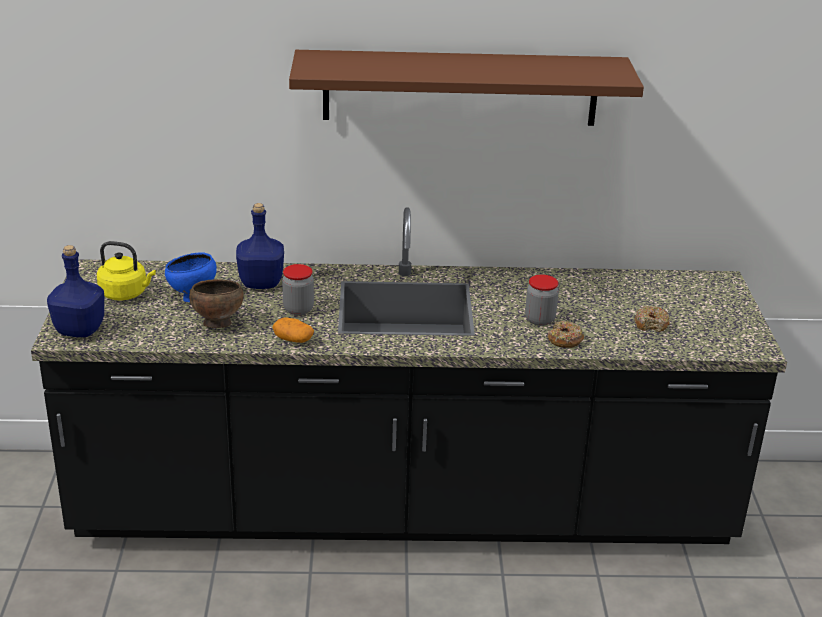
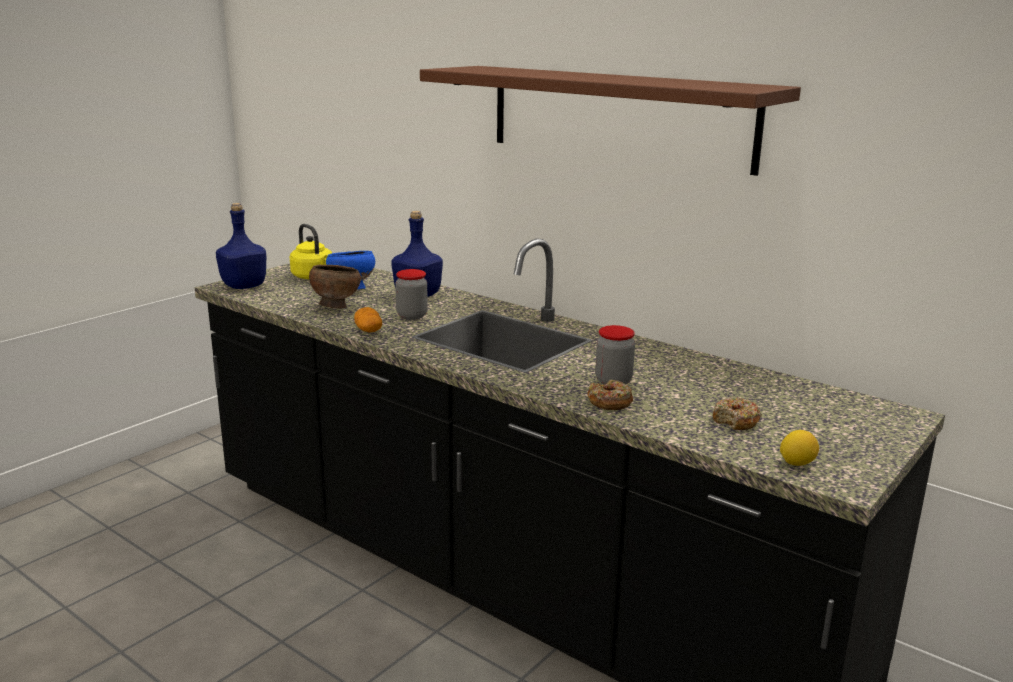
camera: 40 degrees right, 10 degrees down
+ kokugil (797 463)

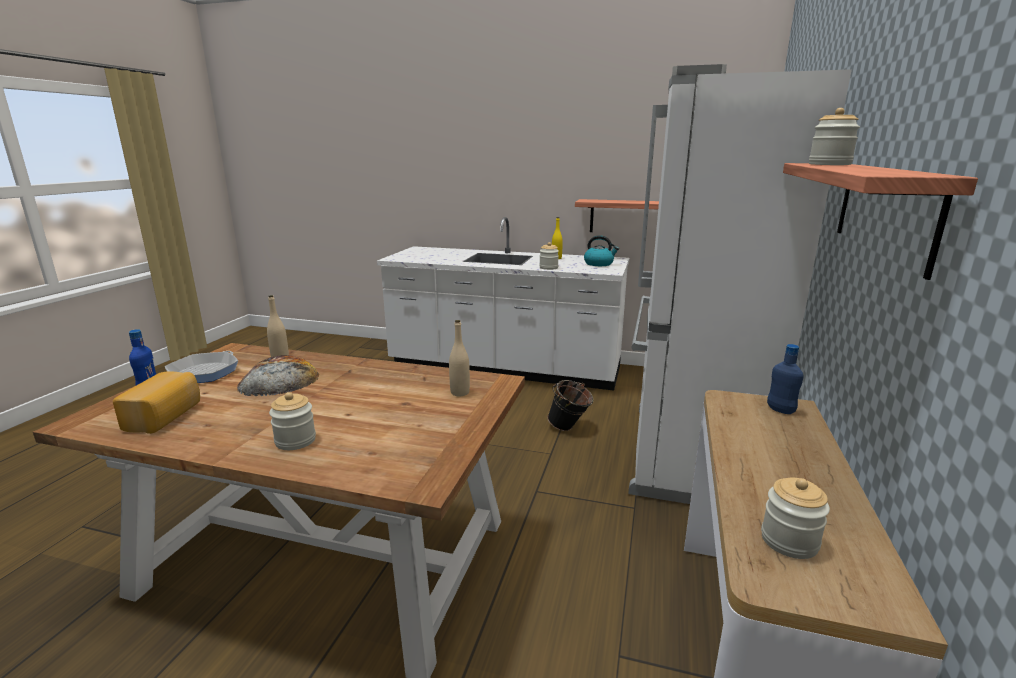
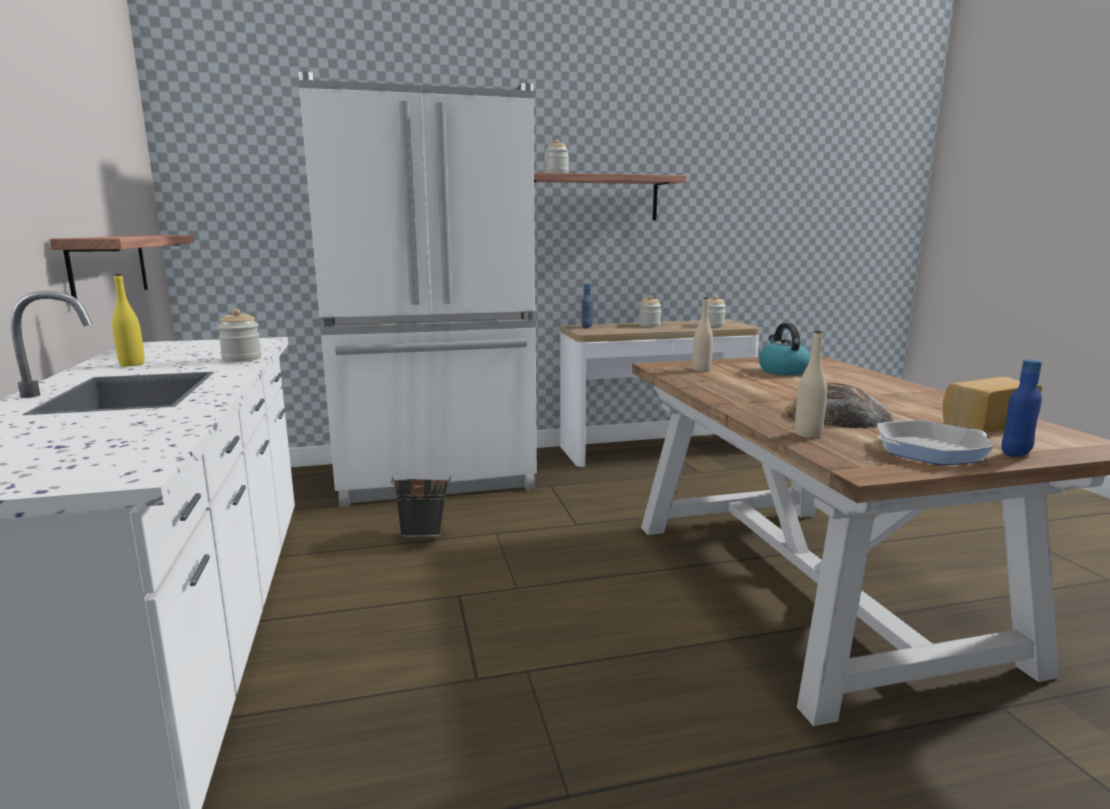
camera: 120 degrees left, 5 degrees down
~ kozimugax (295 441) to (649 325)
~ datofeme (599 264) to (783 370)

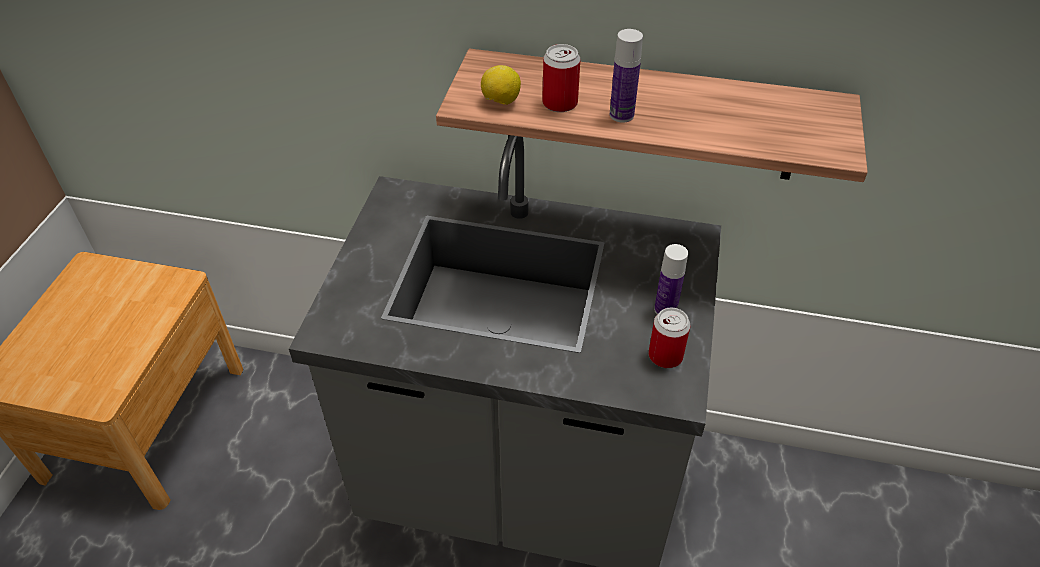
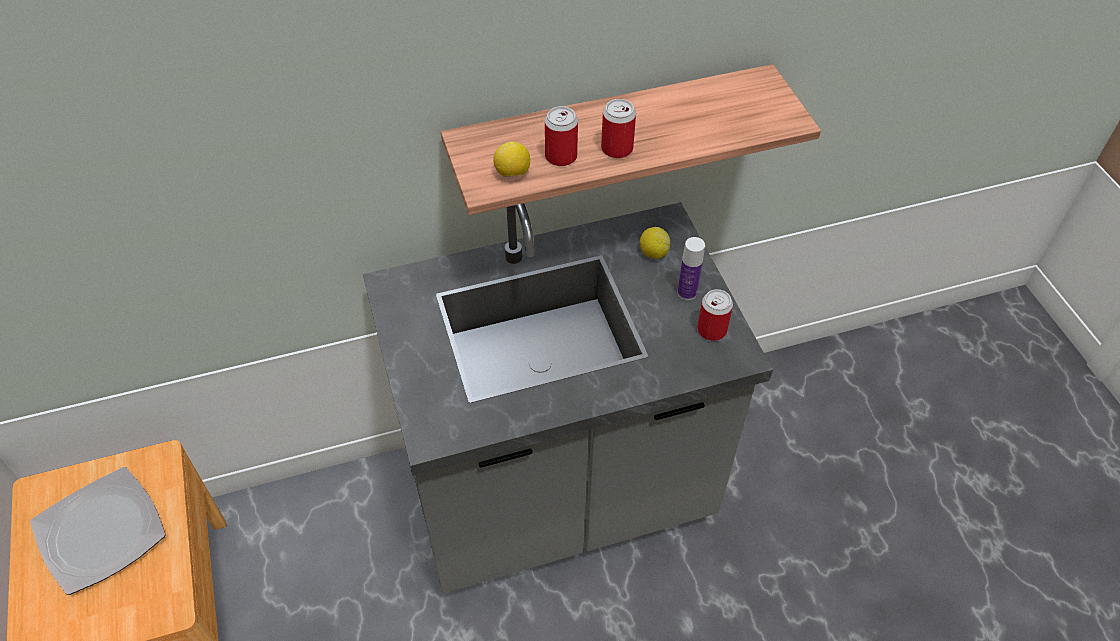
camera: 30 degrees left, 5 degrees up
+ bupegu (102 532)
~ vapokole (621 115) to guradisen (617 149)
+ kokugil (653 253)

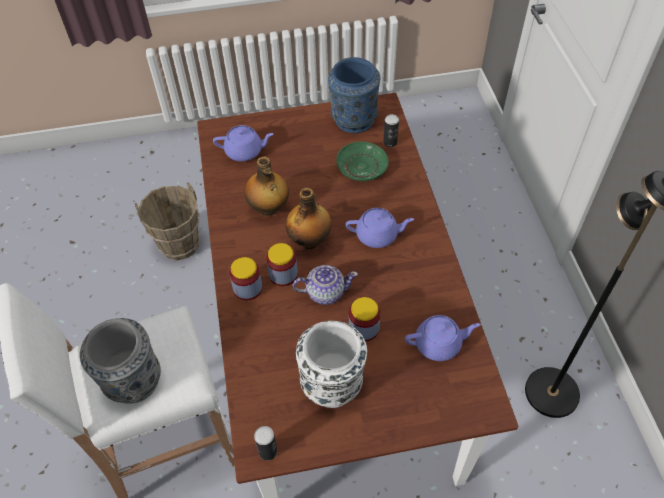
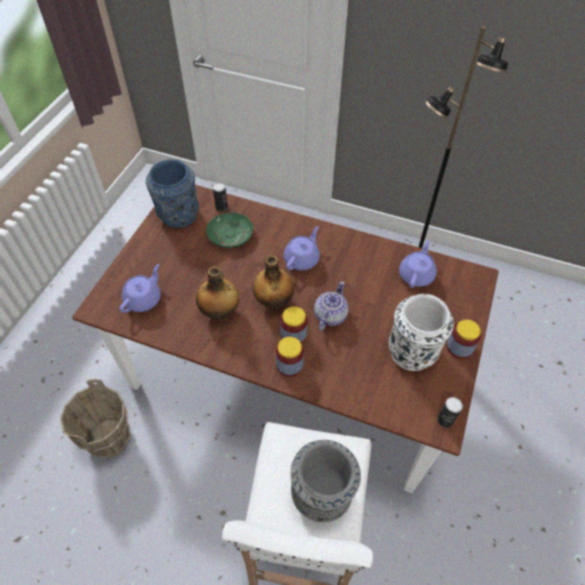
camera: 60 degrees left, 0 degrees up
~ kozimugax (363 328) to (460 347)

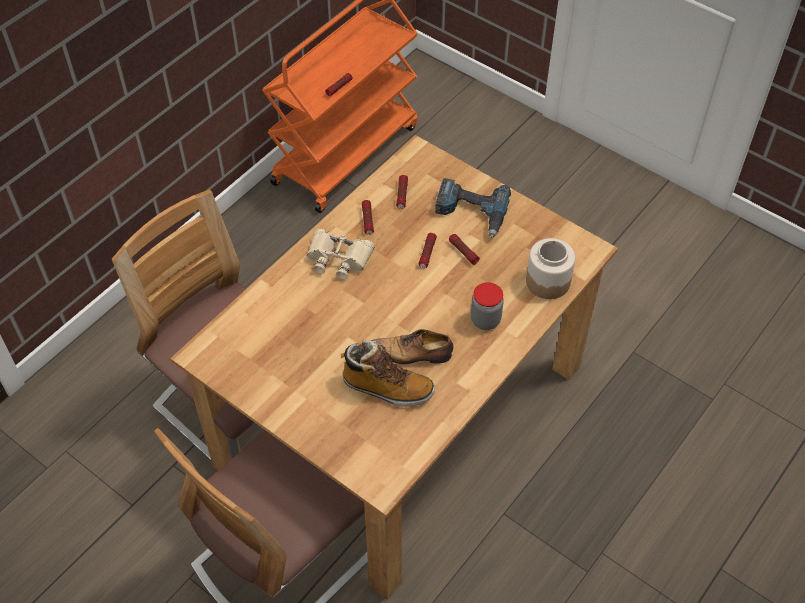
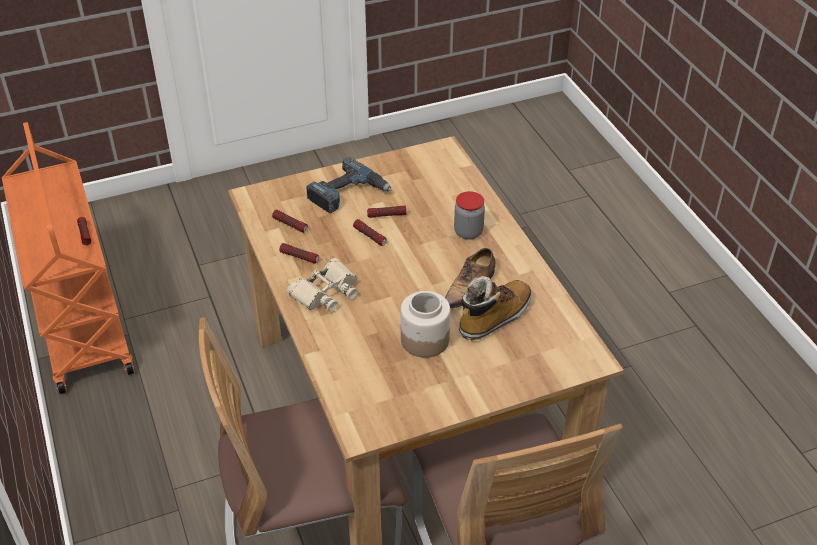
camera: 60 degrees left, 10 degrees down
~ kozimugax (548 281) to (424 339)

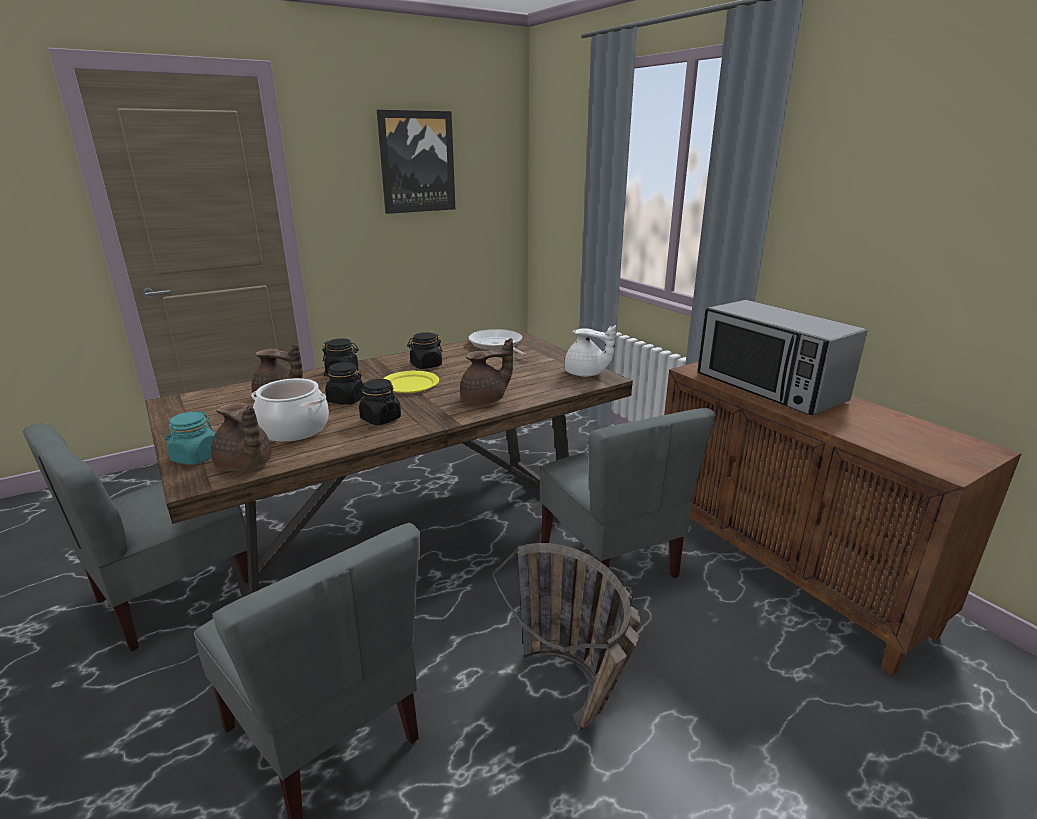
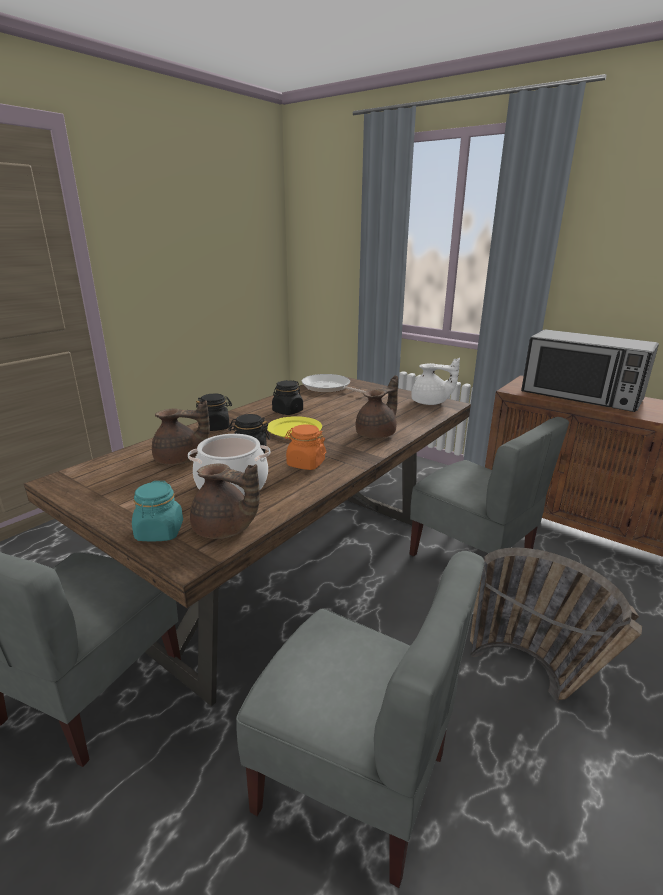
camera: 20 degrees left, 0 degrees up
~ black kozimugax (380 419) to orange kozimugax (305 464)
- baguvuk (417 162)

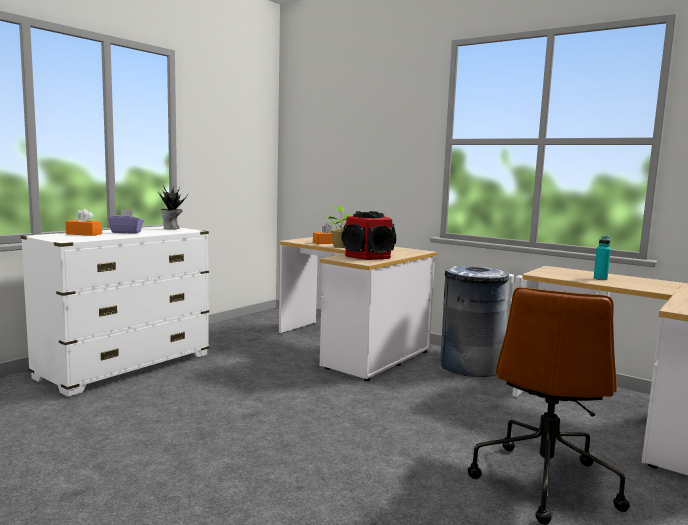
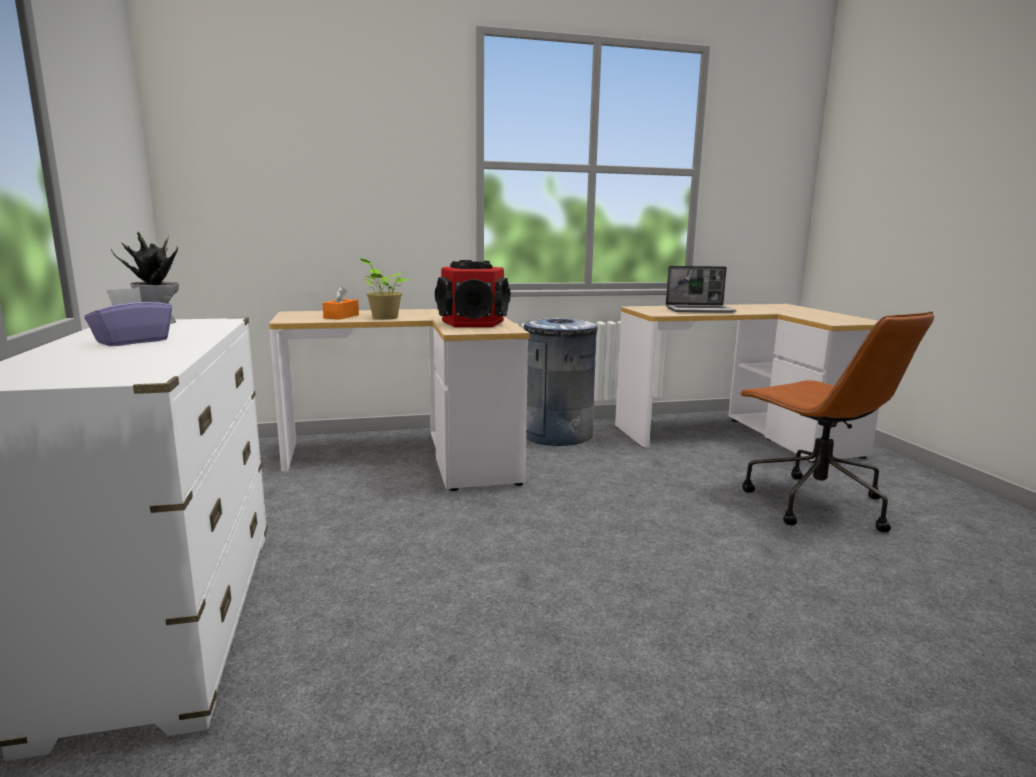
camera: 50 degrees left, 5 degrees up
~ turquoise vapokole (600 279) to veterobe (700 310)
- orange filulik (84 234)

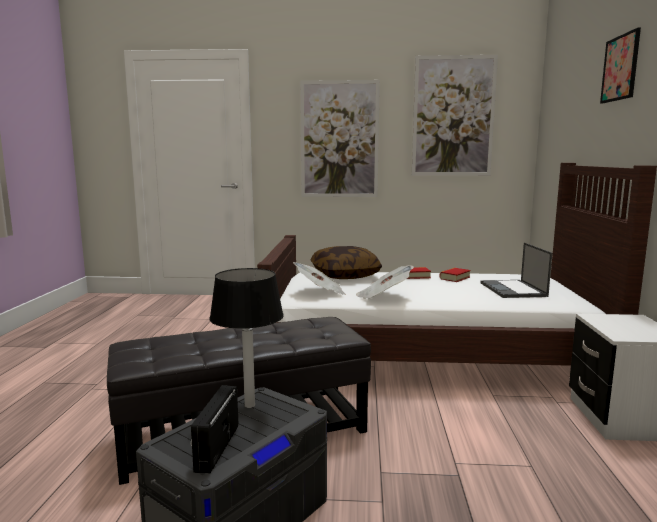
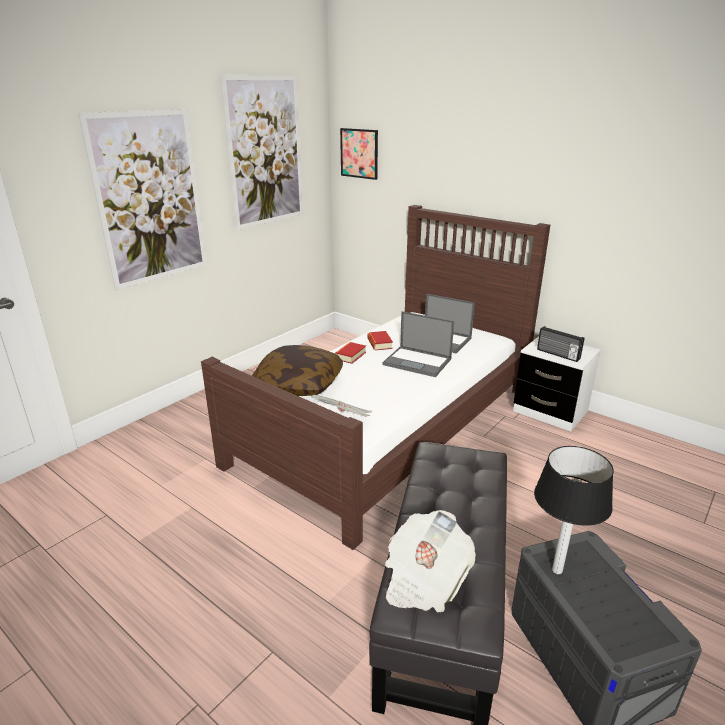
camera: 55 degrees left, 15 degrees up
~ baguvuk (620 68) to (359 153)
+ veterobe (418 362)
~ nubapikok (383 297) to (424 579)
~ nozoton (215 447) to (557 354)

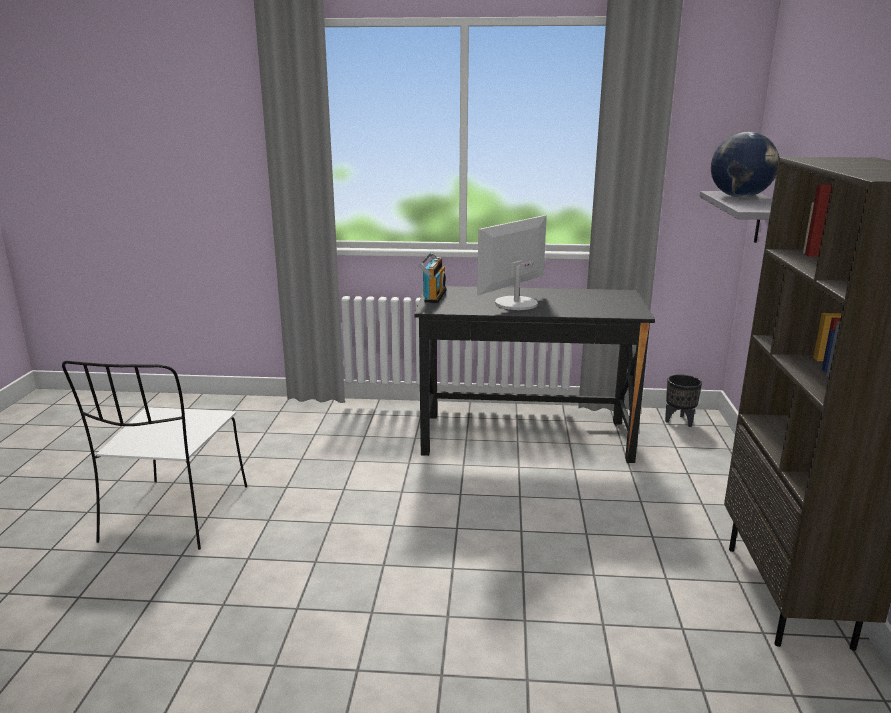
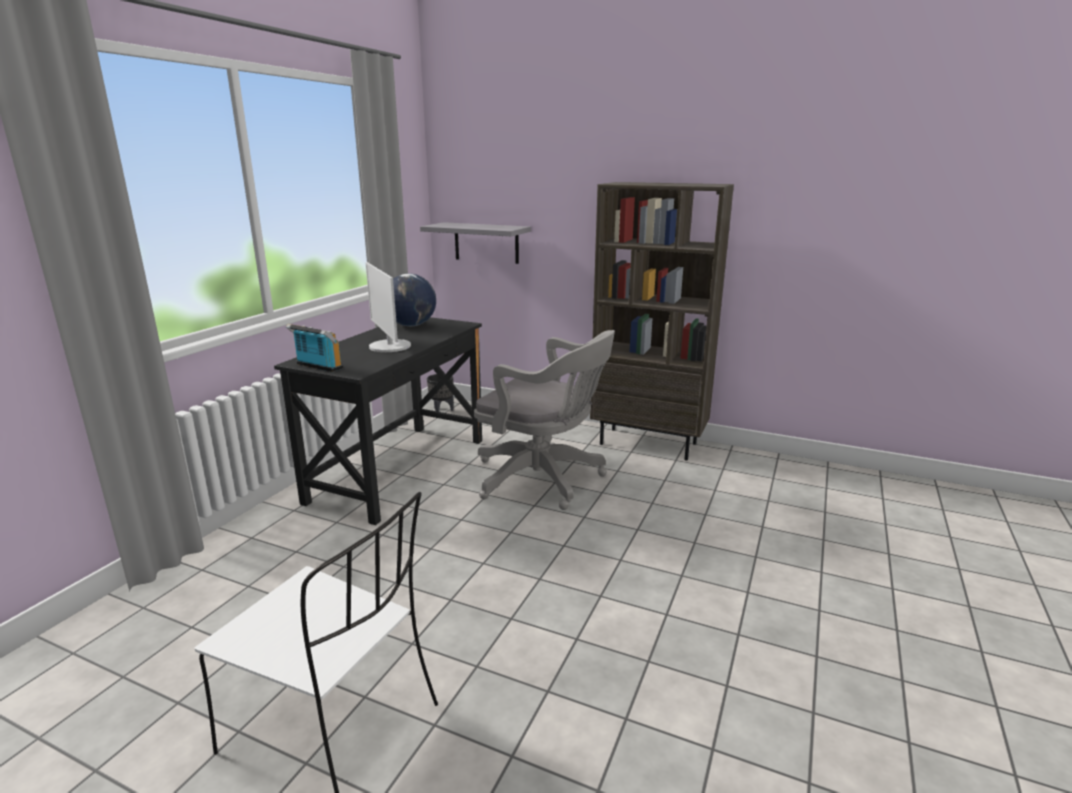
camera: 70 degrees left, 0 degrees up
~ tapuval (739 197) to (411 325)
+ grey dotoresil (544 479)

